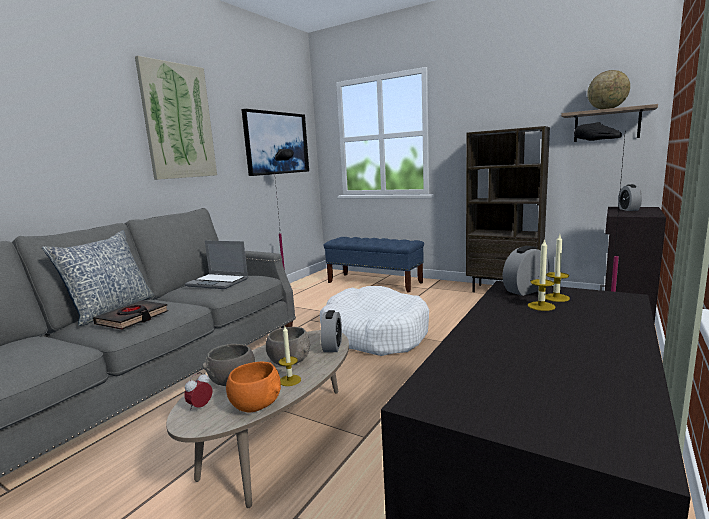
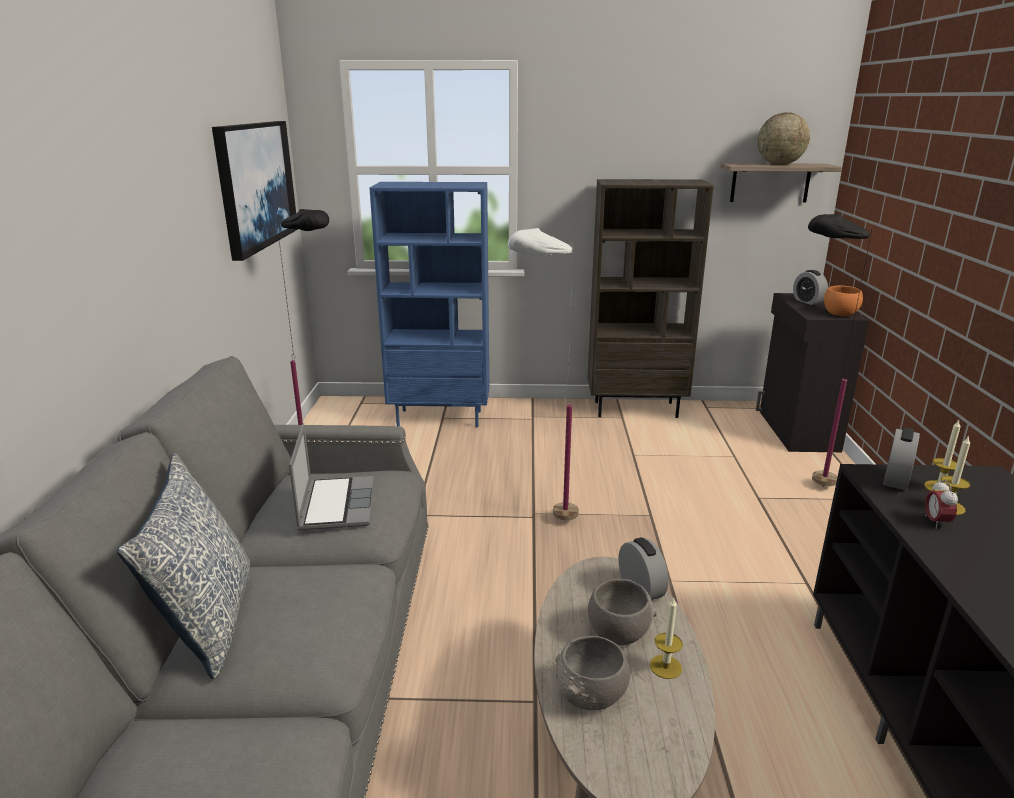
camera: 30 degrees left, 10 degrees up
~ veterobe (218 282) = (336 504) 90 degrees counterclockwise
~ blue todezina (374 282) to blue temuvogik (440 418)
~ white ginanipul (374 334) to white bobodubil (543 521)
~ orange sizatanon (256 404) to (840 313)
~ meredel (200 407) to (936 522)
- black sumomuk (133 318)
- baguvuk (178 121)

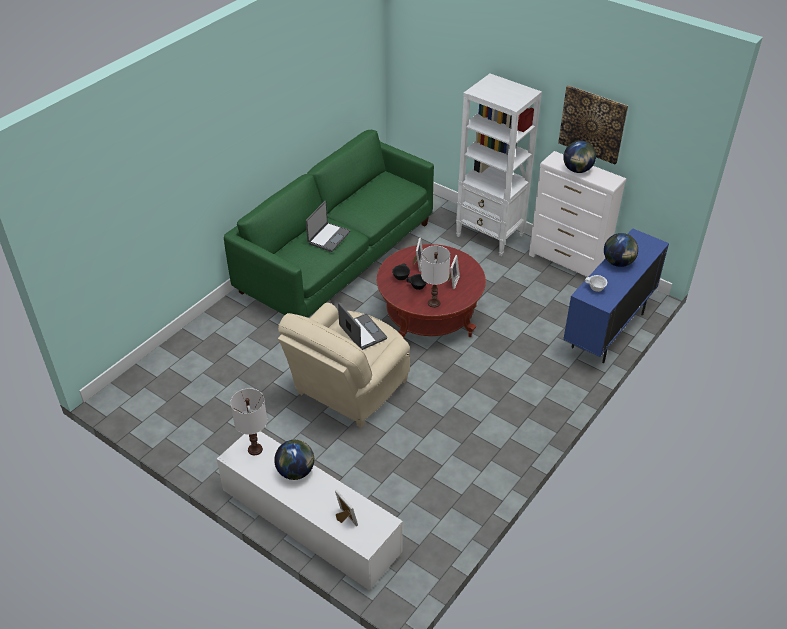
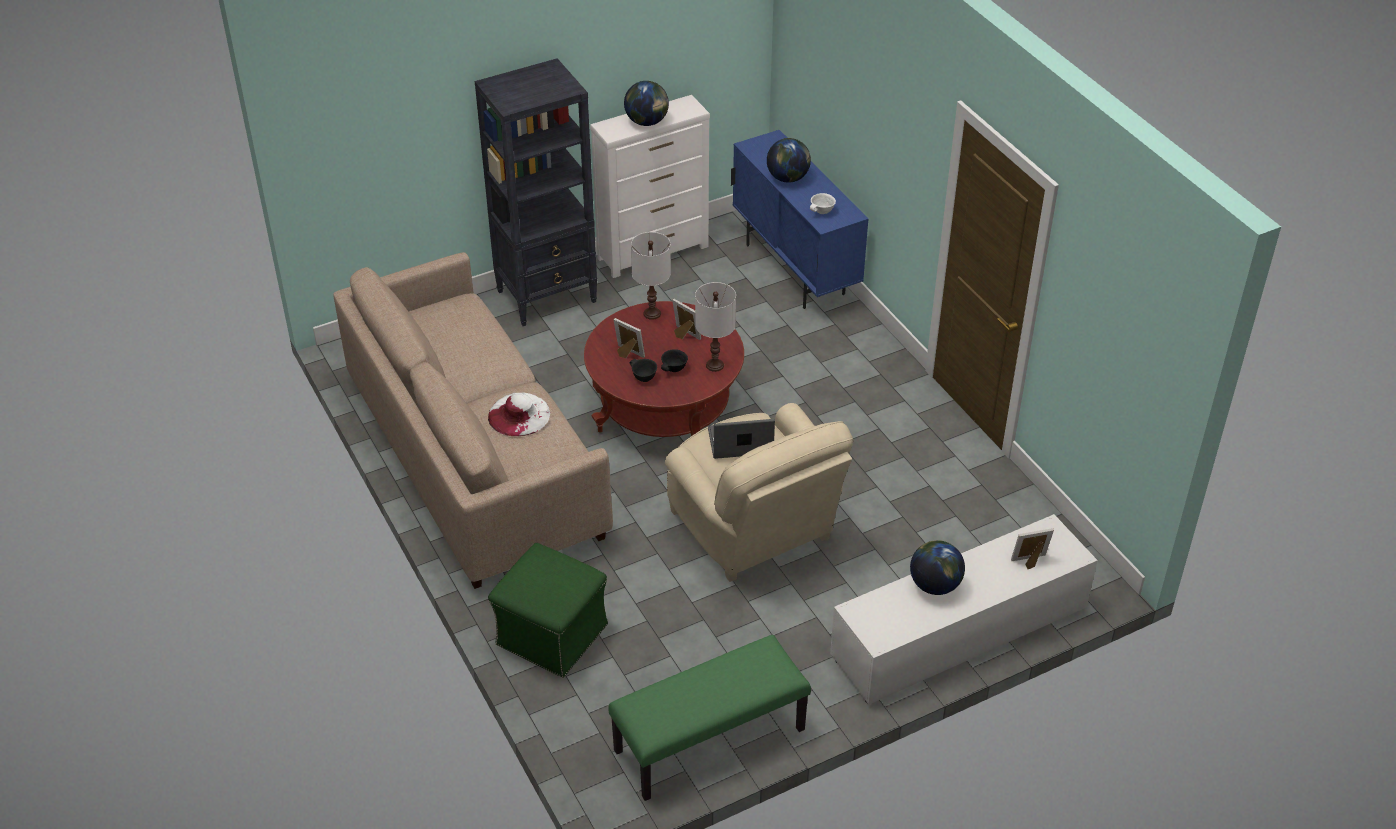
camera: 65 degrees left, 0 degrees up
~ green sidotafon (337 257) to beige sidotafon (474 458)
~ white temuvogik (490 236) to black temuvogik (548 296)
~ veterobe (328 237) to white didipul (519 414)
+ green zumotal (551 634)
+ green todezina (709 741)
~ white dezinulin (255 449) to (652 314)
- baguvuk (592 124)

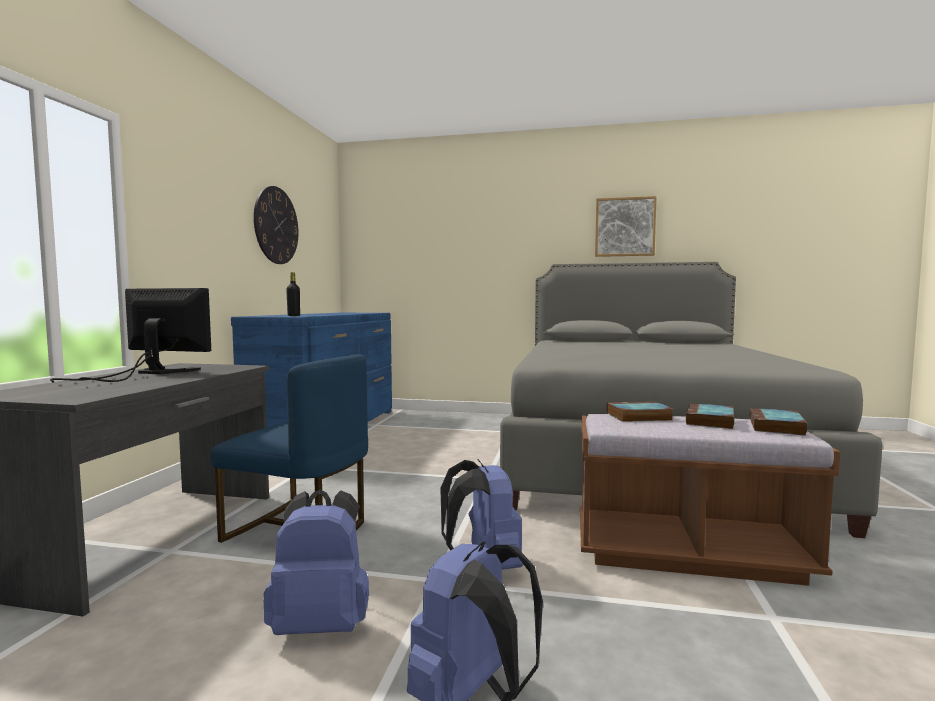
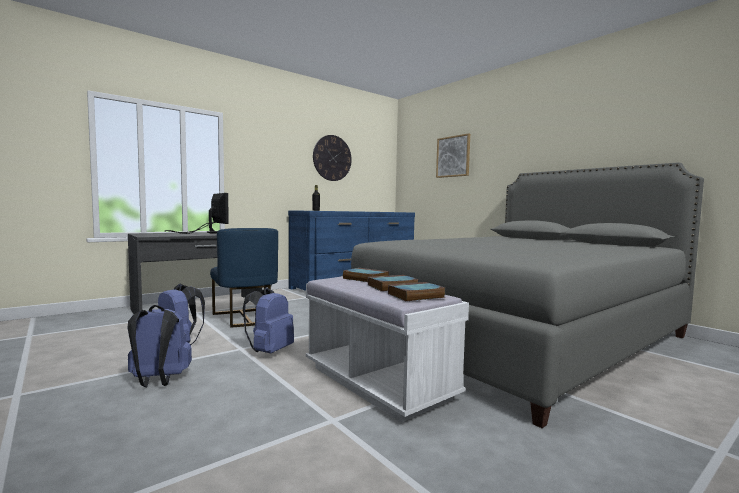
camera: 40 degrees right, 0 degrees up
~ brown todezina (688 553) to white todezina (377 383)
~ baguvuk (625 227) to (453 156)

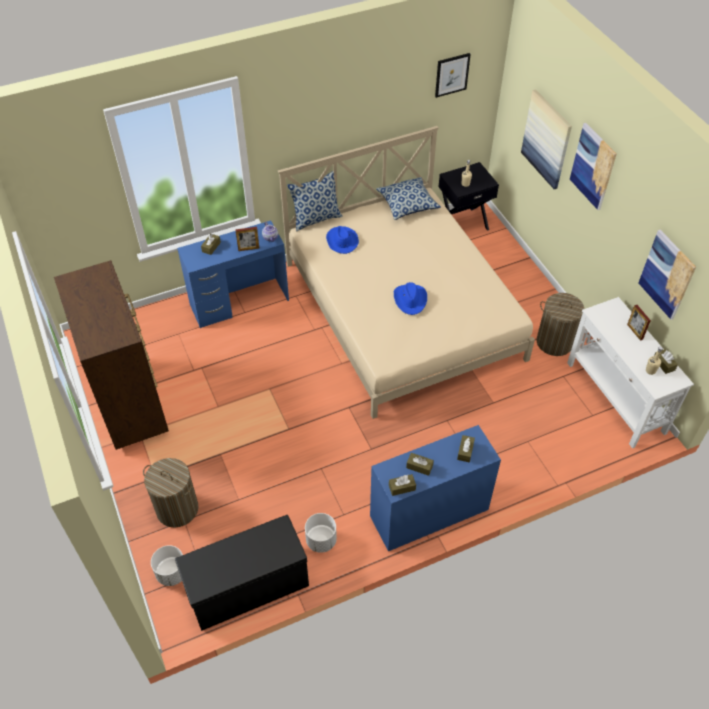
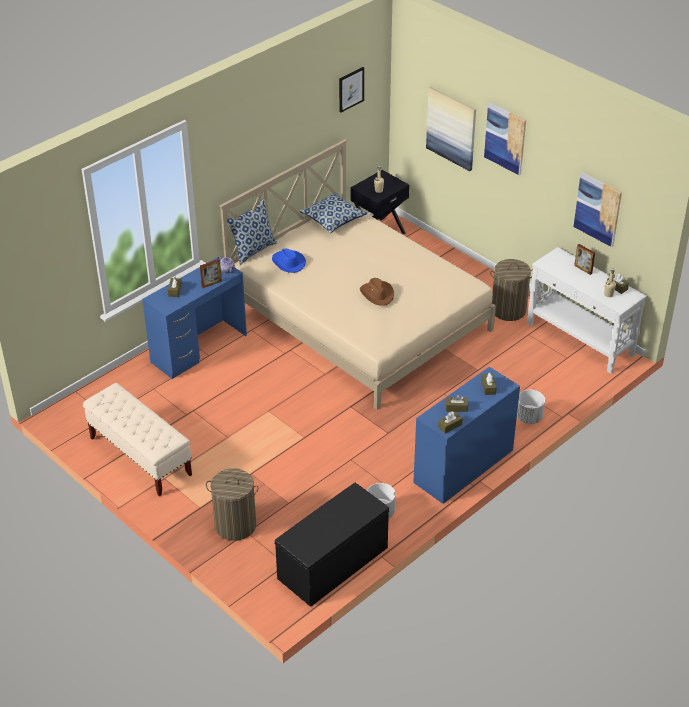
camera: 20 degrees left, 10 degrees down
~ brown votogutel (130 403) to beige todezina (140 456)
~ blue didipul (410 300) to brown didipul (377 294)
~ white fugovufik (172 573) to (529 417)

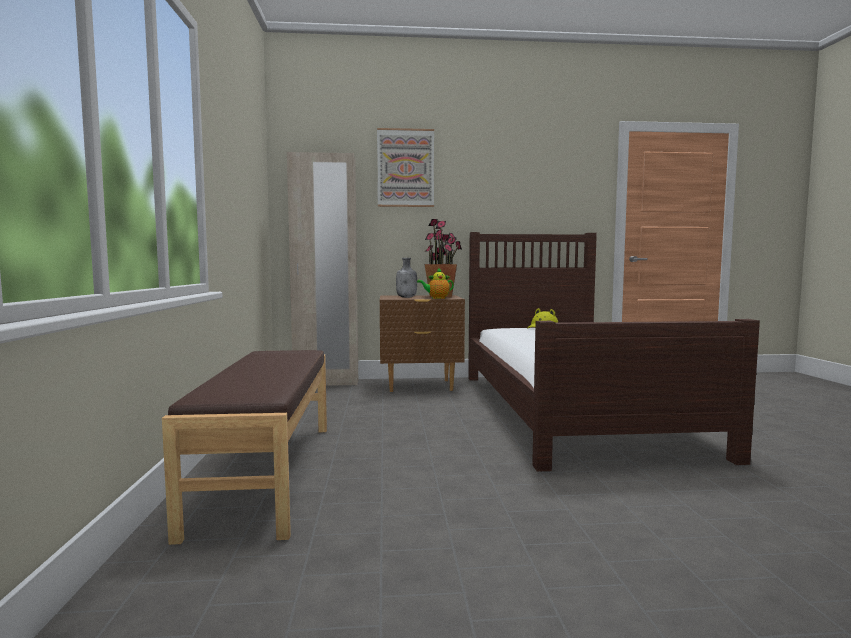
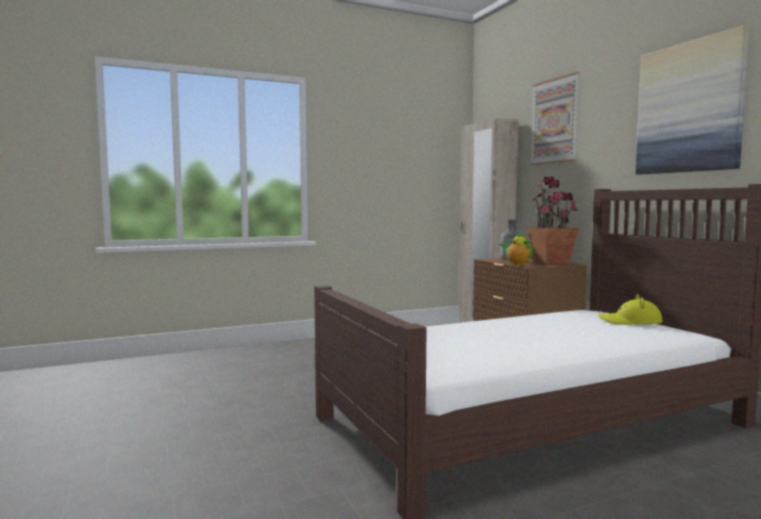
camera: 70 degrees right, 0 degrees up
+ baguvuk (689 107)
- brown todezina (266 473)

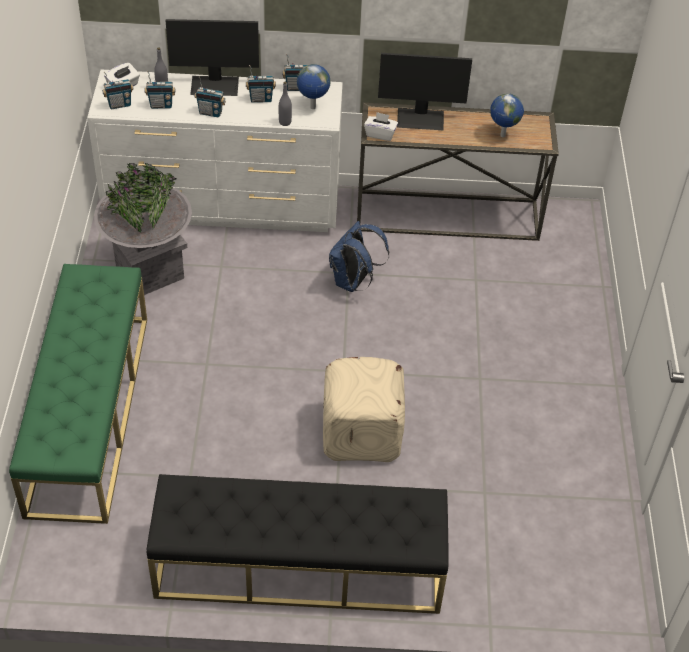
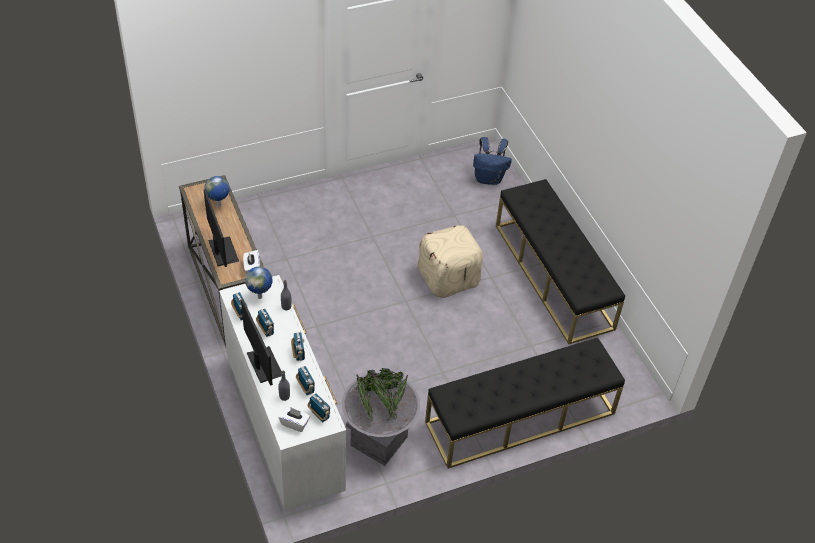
camera: 115 degrees left, 0 degrees up
~ green todezina (88 412) to black todezina (520 418)
~ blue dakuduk (353 282) to (489 178)

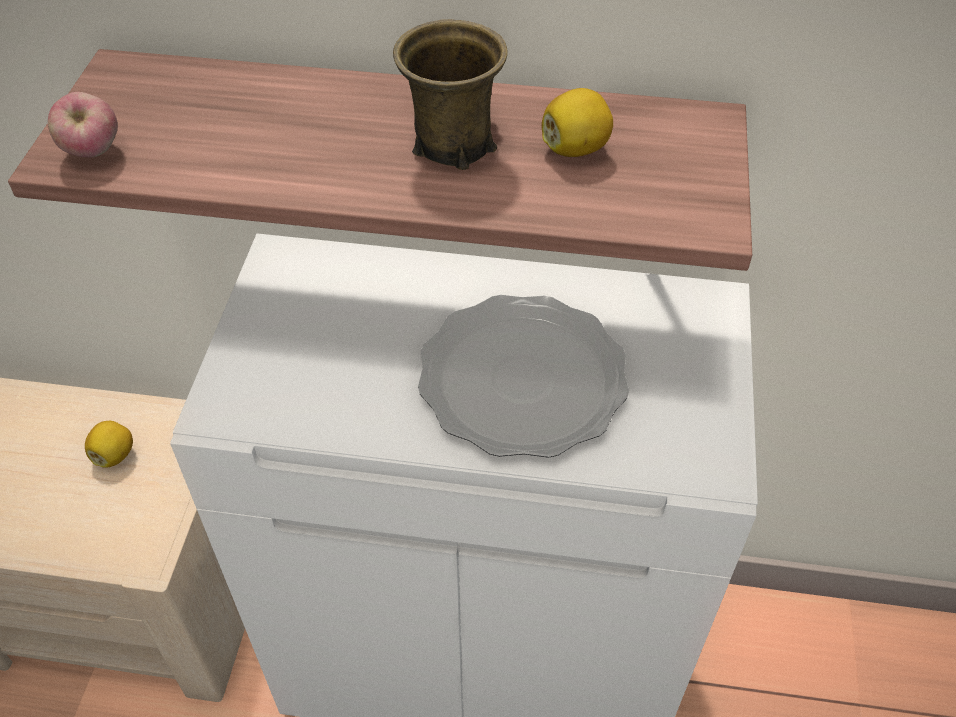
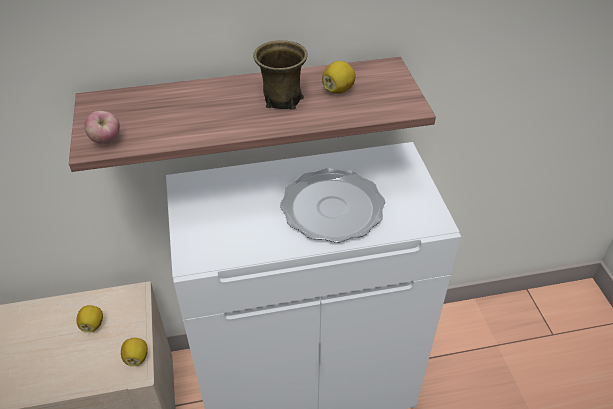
camera: 20 degrees left, 5 degrees down
+ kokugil (136 357)

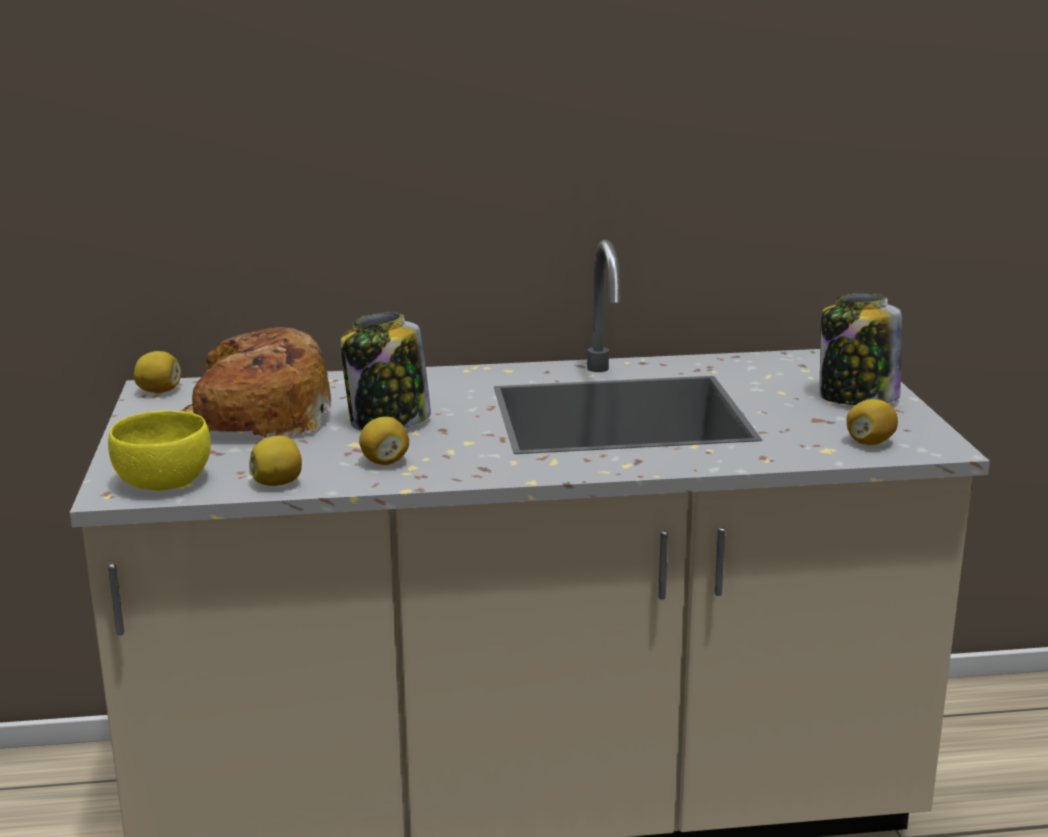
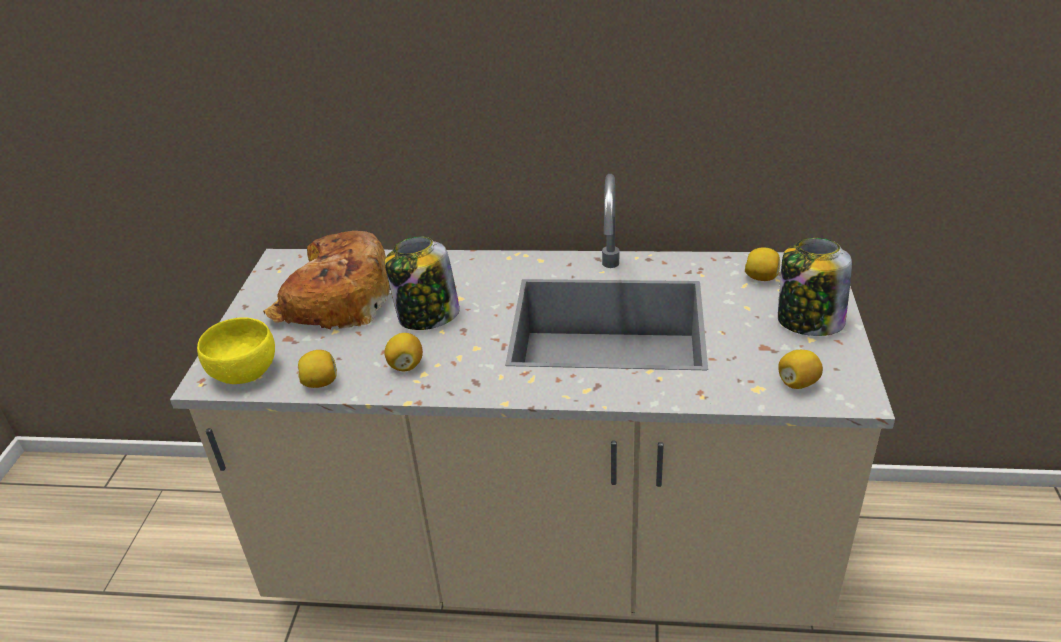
camera: 15 degrees right, 15 degrees up
~ kokugil (159 391) to (761 278)

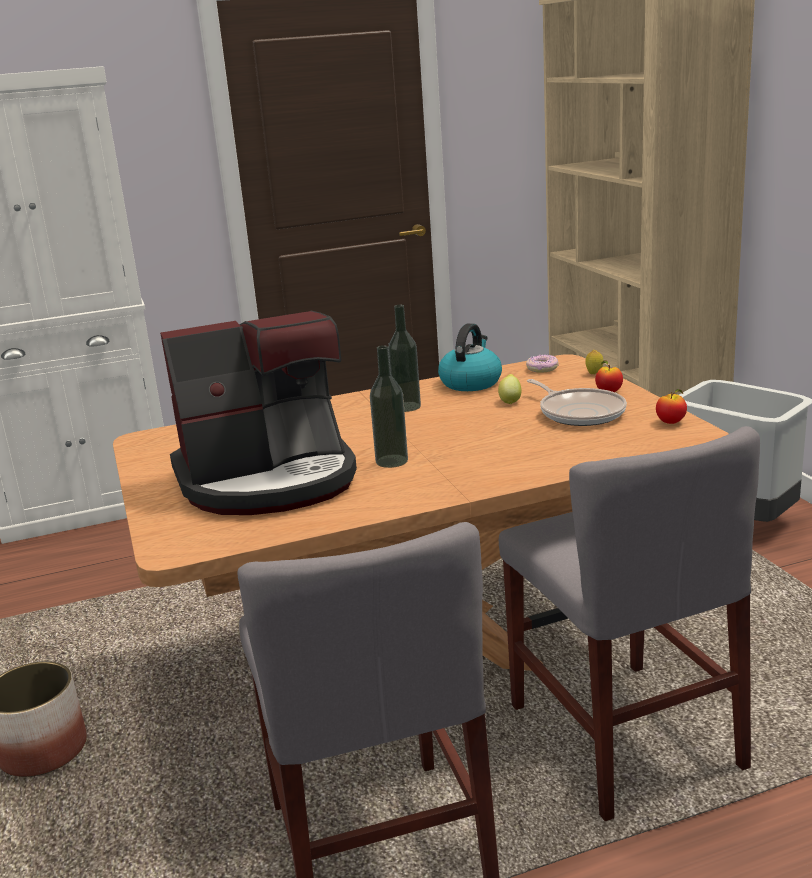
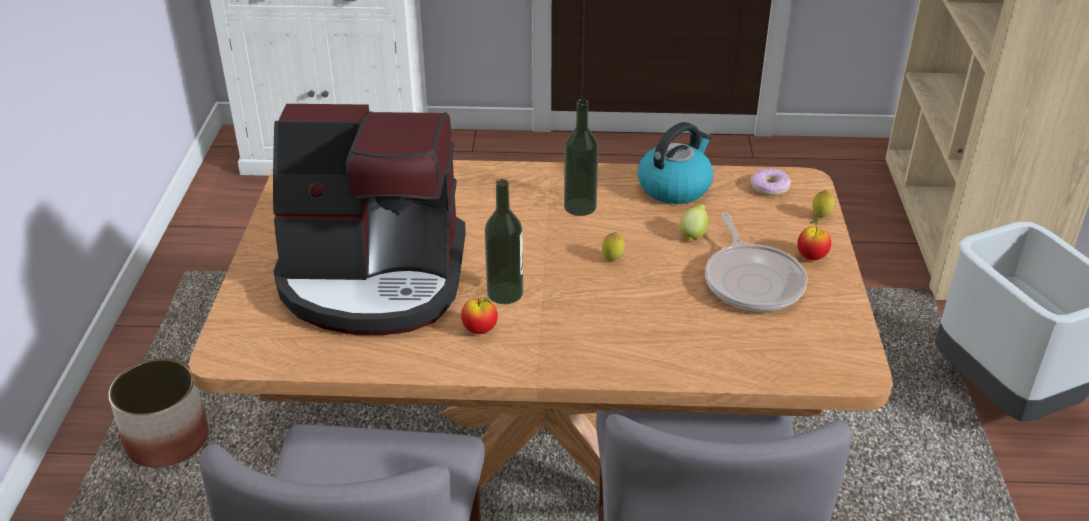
camera: 20 degrees right, 15 degrees up
~ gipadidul (670 422) to (480 330)
+ kokugil (612 259)

